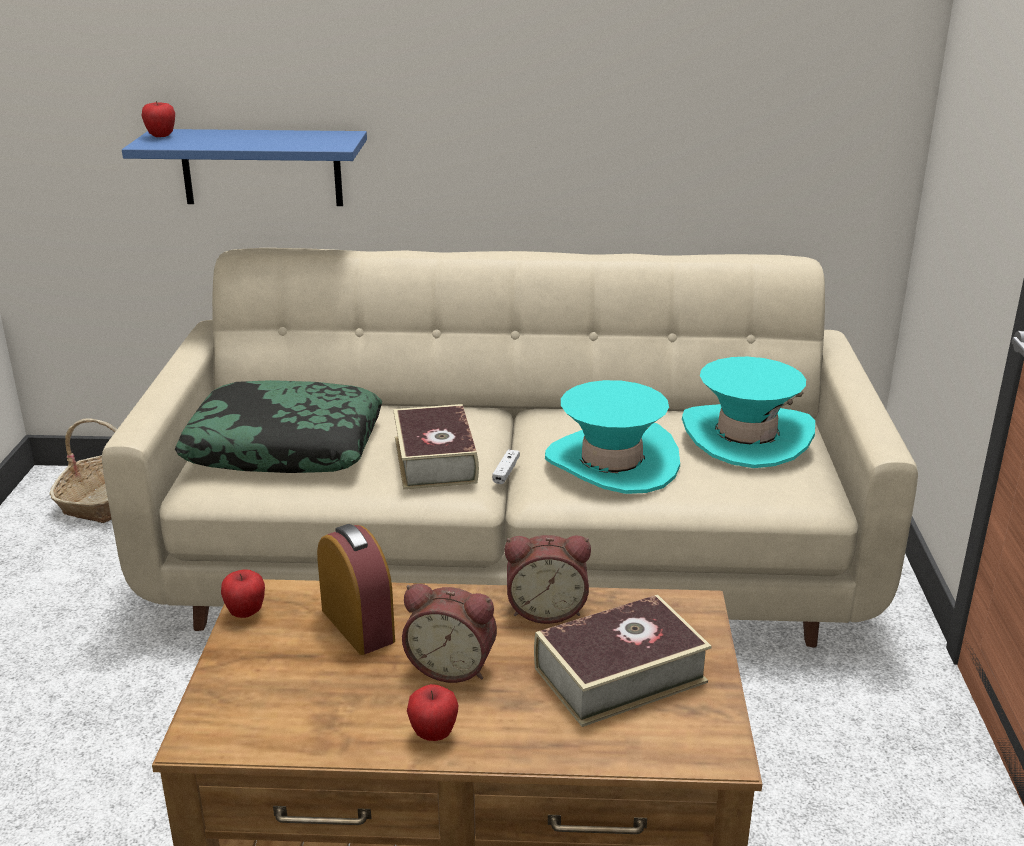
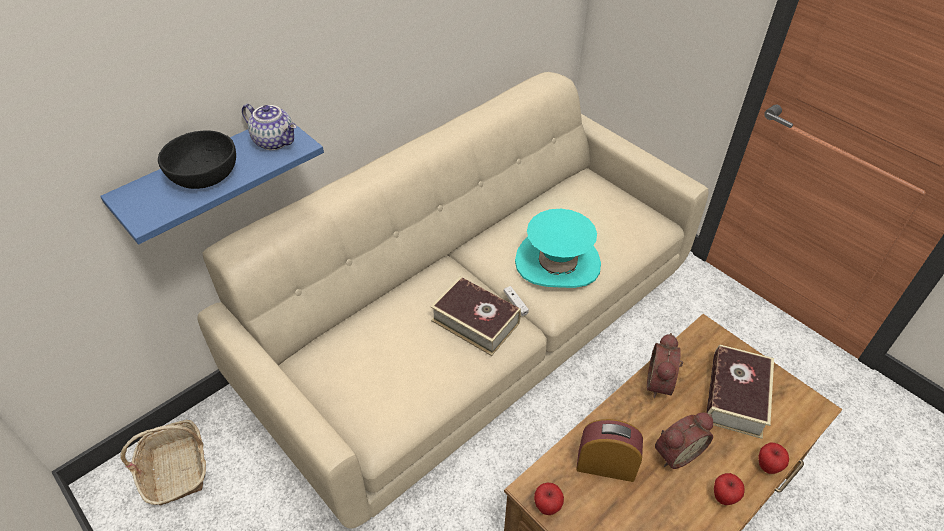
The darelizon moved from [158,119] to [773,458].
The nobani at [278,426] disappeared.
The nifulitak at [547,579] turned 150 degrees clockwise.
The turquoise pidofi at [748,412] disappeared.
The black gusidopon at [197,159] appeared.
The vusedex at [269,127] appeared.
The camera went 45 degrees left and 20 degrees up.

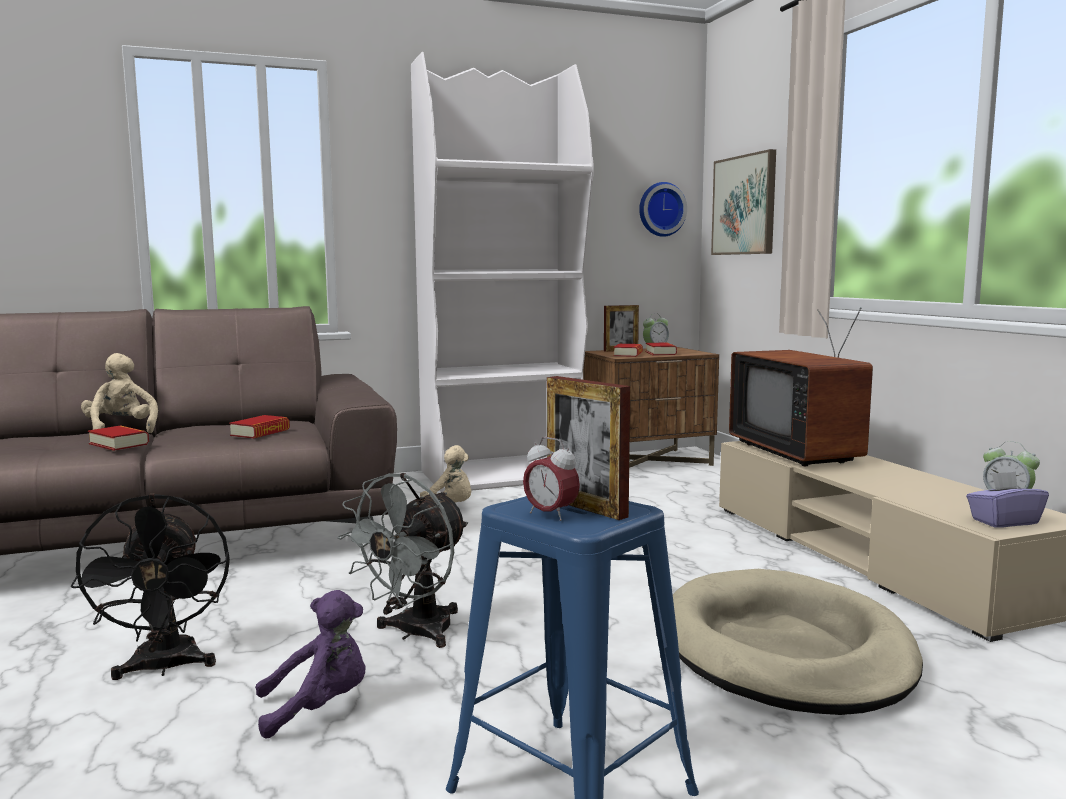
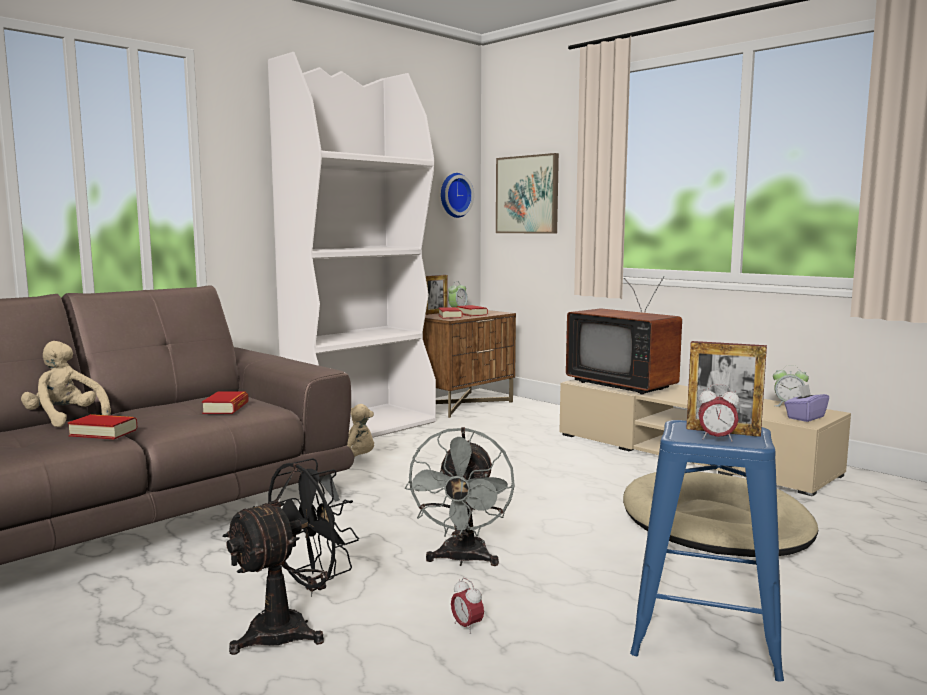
The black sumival at [150,586] turned 90 degrees counterclockwise.
The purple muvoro at [310,664] was replaced by the nifulitak at [467,606].
The camera went 25 degrees left and 0 degrees up.

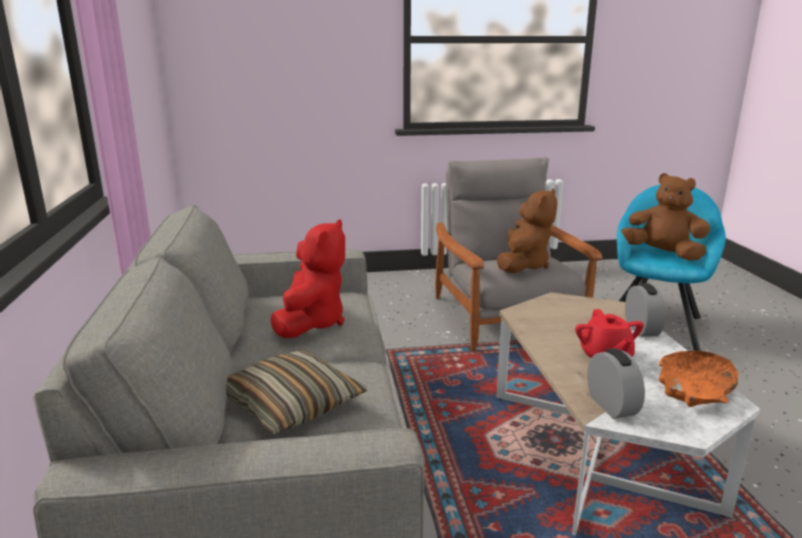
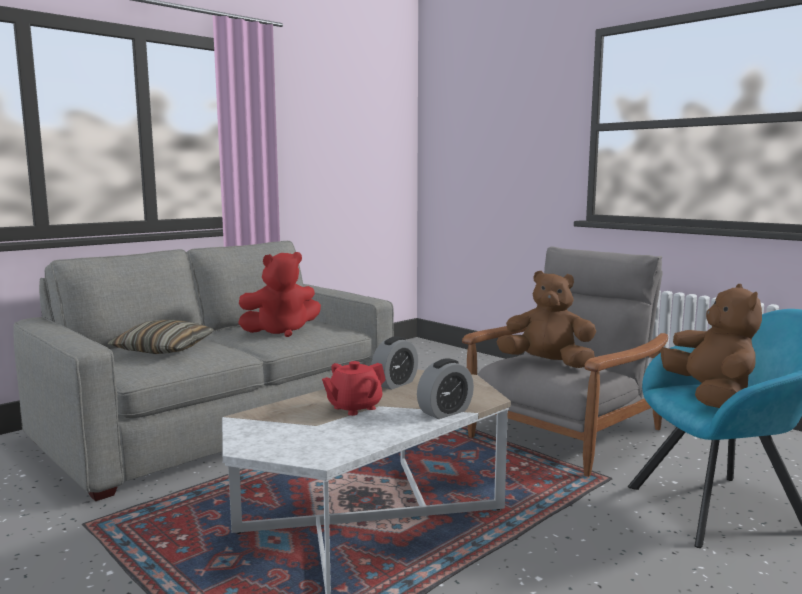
The brown muvoro at [527,230] turned 150 degrees counterclockwise.
The nifulitak moved from [616,383] to [394,363].
The orange gusidopon at [698,379] disappeared.
The camera went 55 degrees right and 10 degrees down.

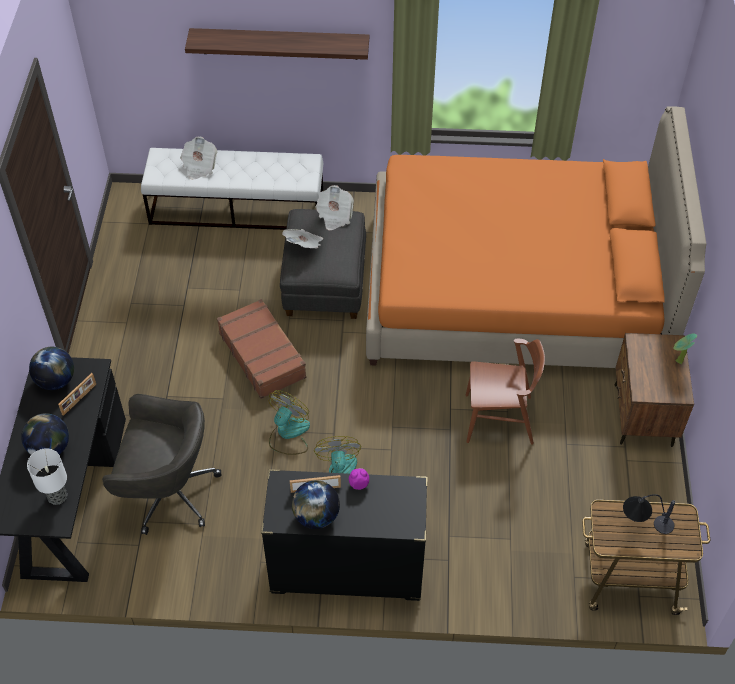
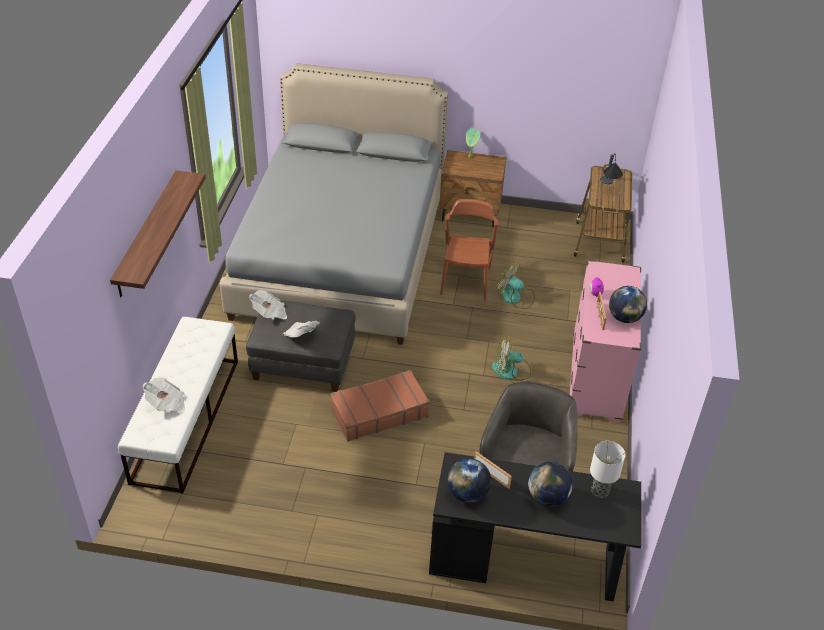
The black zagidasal at [344,535] became the pink zagidasal at [605,341].
The sumival moved from [289,422] to [515,286].
The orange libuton at [536,237] became the grey libuton at [334,204].
The camera went 85 degrees left and 10 degrees down.

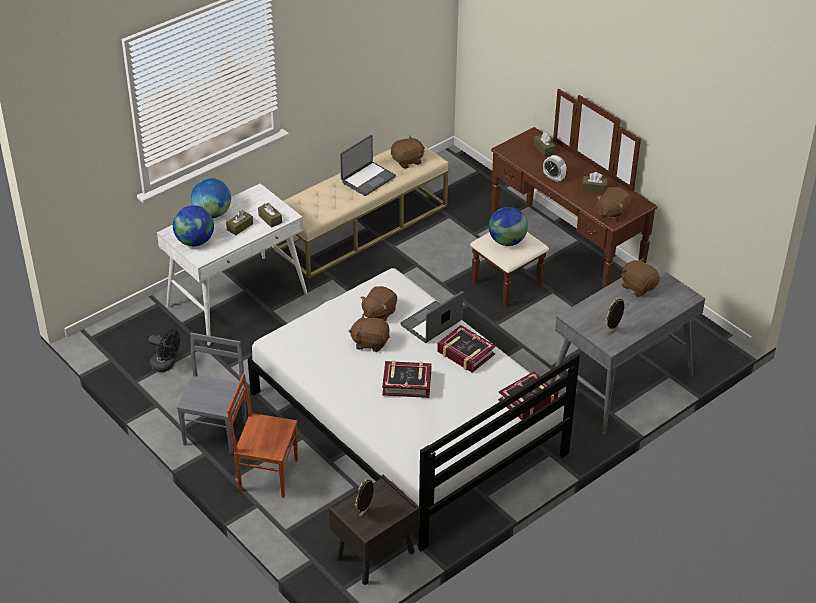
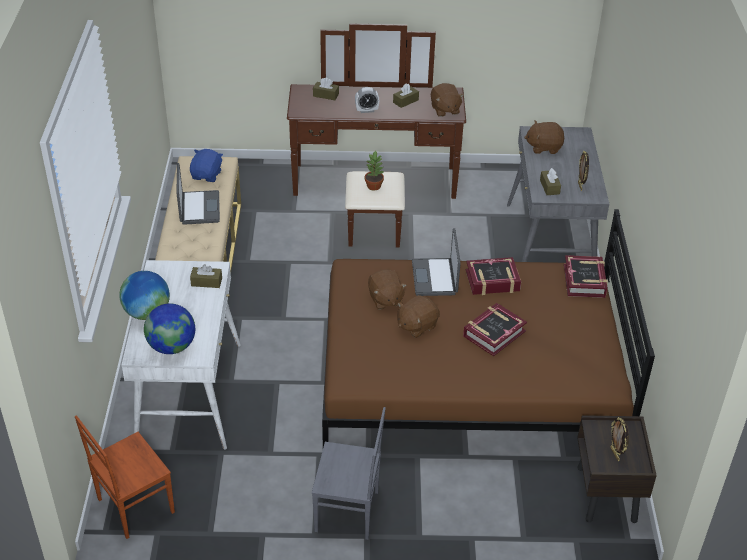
The black sumival at [164,350] disappeared.
The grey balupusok at [211,393] turned 135 degrees clockwise.
The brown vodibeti moved from [239,222] to [550,181].
The brown balupusok moved from [262,435] to [125,477].
The white libuton at [414,409] became the brown libuton at [488,328].
The brown muvoro at [408,152] became the blue muvoro at [206,165].
The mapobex at [508,226] was replaced by the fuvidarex at [374,170].
The camera went 50 degrees left and 0 degrees up.

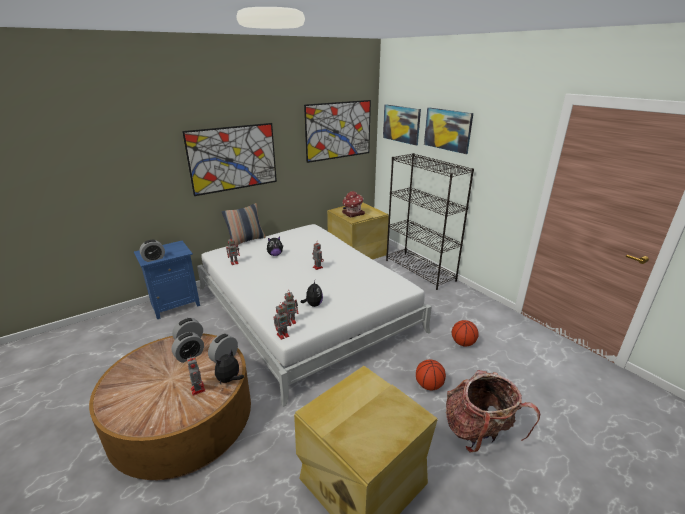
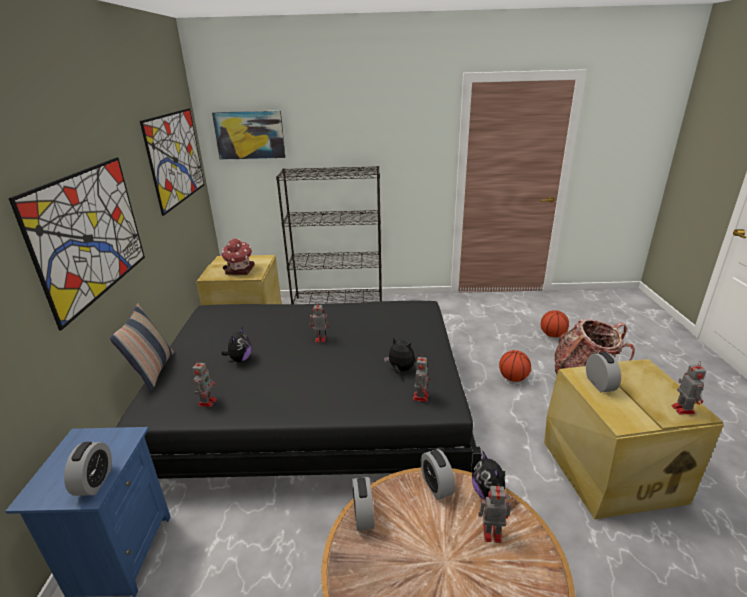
The nifulitak moved from [187,347] to [603,372].
The white libuton at [314,315] became the black libuton at [299,390].
The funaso moved from [282,321] to [689,387].
The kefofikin at [448,131] disappeared.
The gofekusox moved from [465,333] to [555,323].
The camera went 55 degrees left and 0 degrees up.

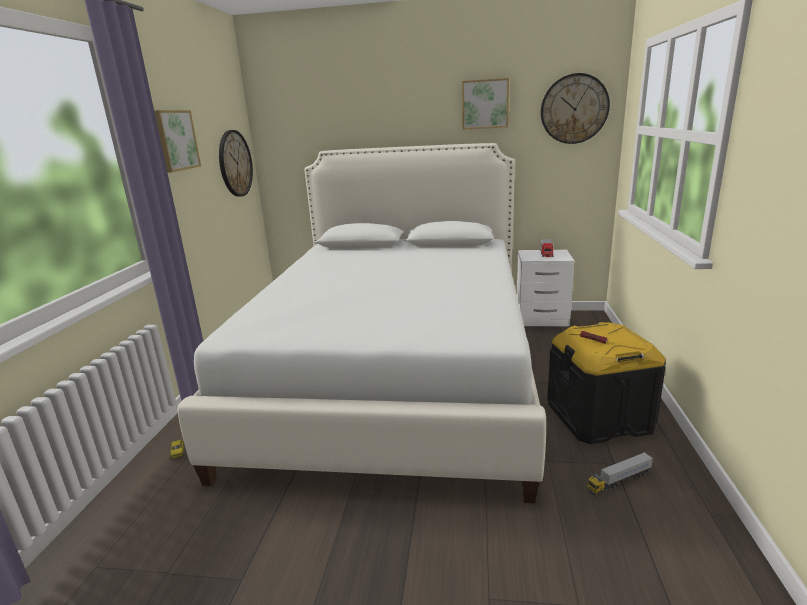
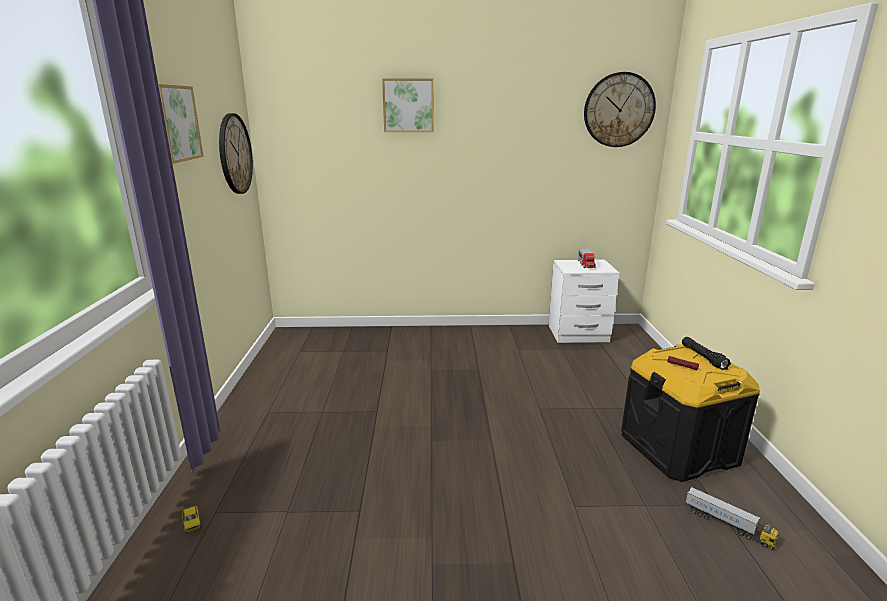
The white libuton at [362,323] disappeared.
The kefofikin moved from [485,104] to [408,105].
The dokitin at [620,473] turned 105 degrees counterclockwise.
The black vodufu at [706,353] appeared.
The camera went 10 degrees left and 0 degrees up.

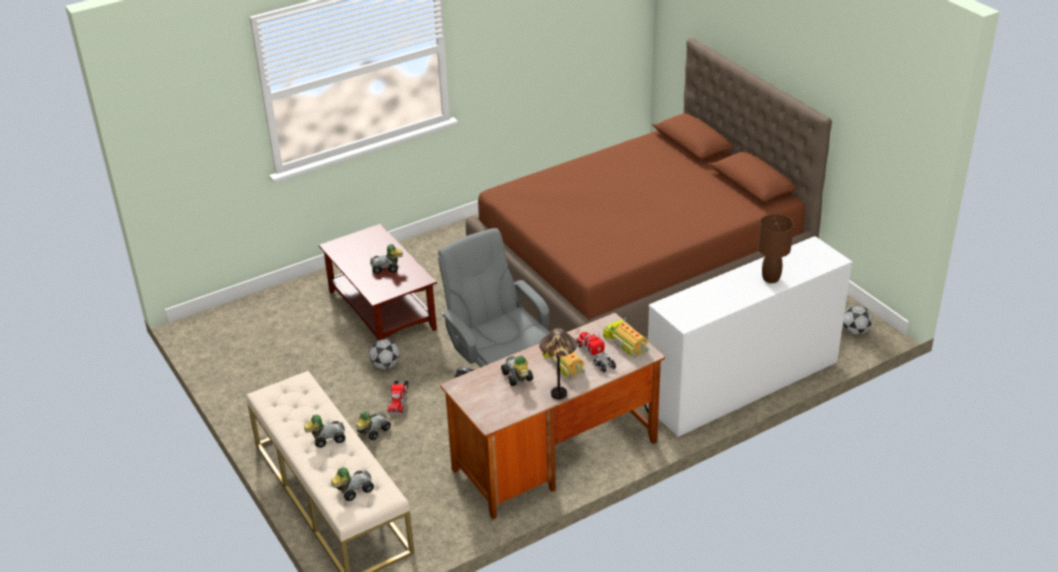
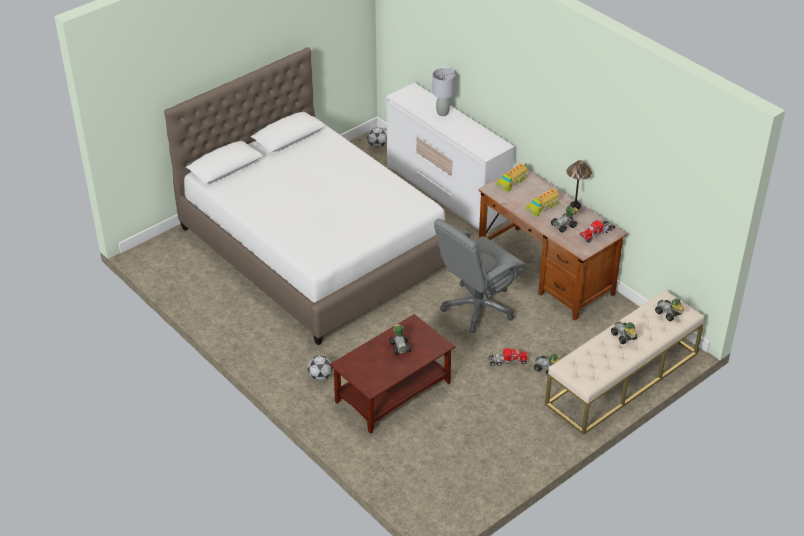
The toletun moved from [384,354] to [320,368].
The brown libuton at [649,187] became the white libuton at [305,196].
The dokitin moved from [596,352] to [597,231].
The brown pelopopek at [776,248] became the grey pelopopek at [443,92].
The camera went 100 degrees left and 5 degrees up.

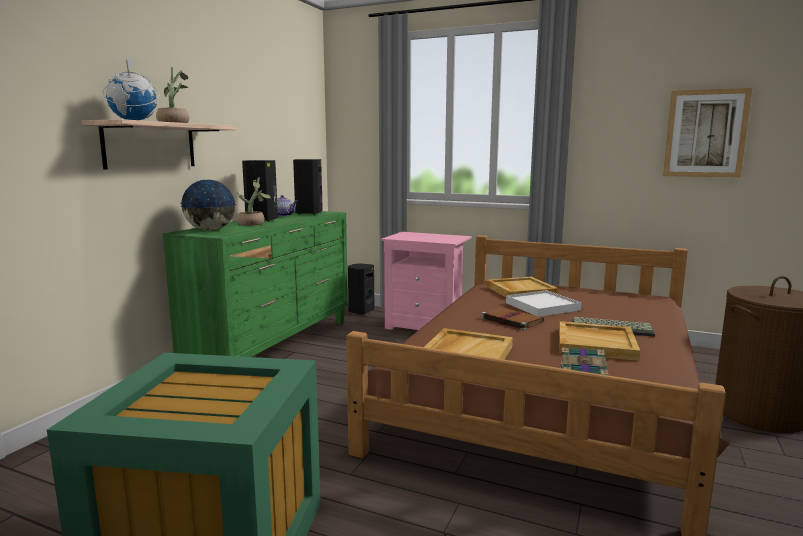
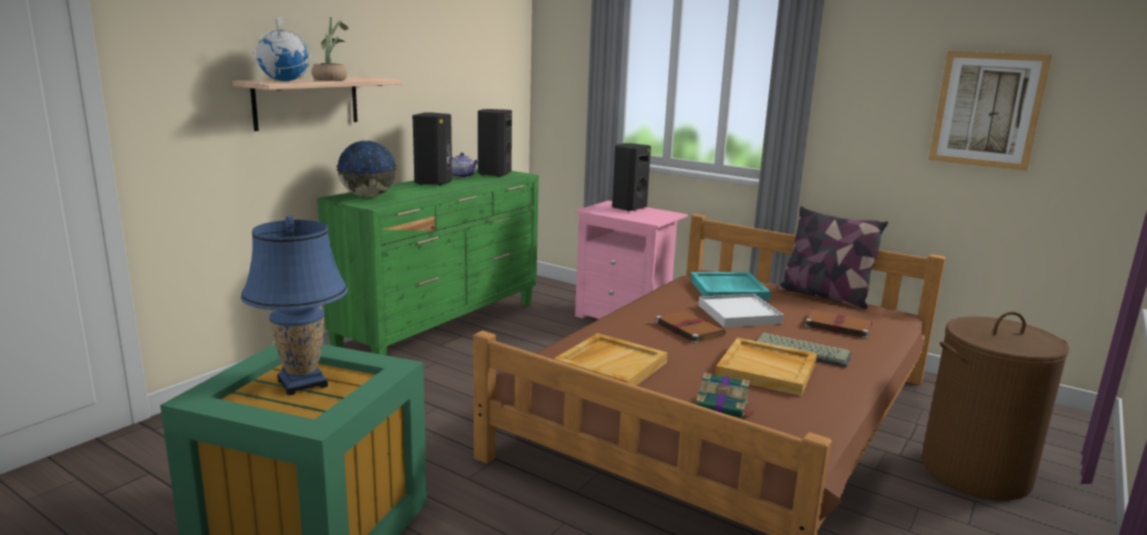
The fuvidarex at [254,201] disappeared.
The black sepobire moved from [361,289] to [631,177].
The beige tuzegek at [522,287] became the turquoise tuzegek at [730,286].
The blue pelopopek at [294,305] appeared.
The nobani at [833,257] appeared.
The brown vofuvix at [836,324] appeared.
The camera went 10 degrees right and 5 degrees up.

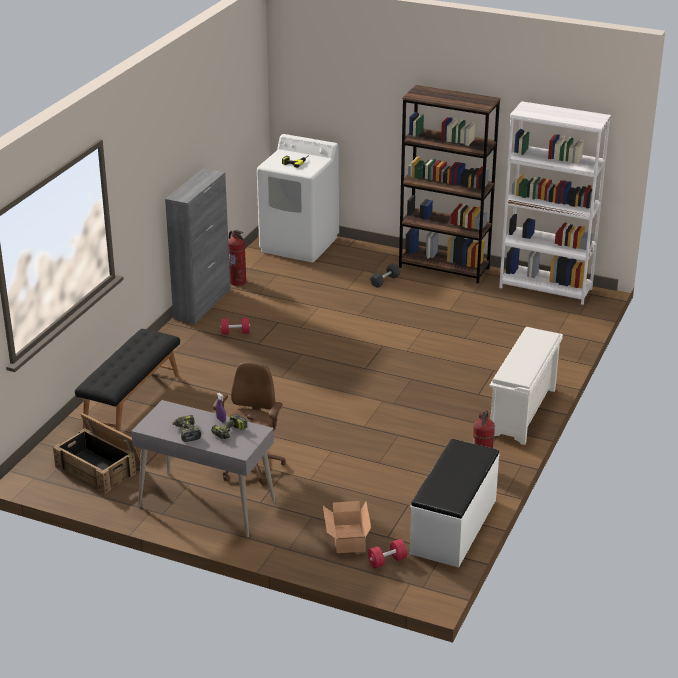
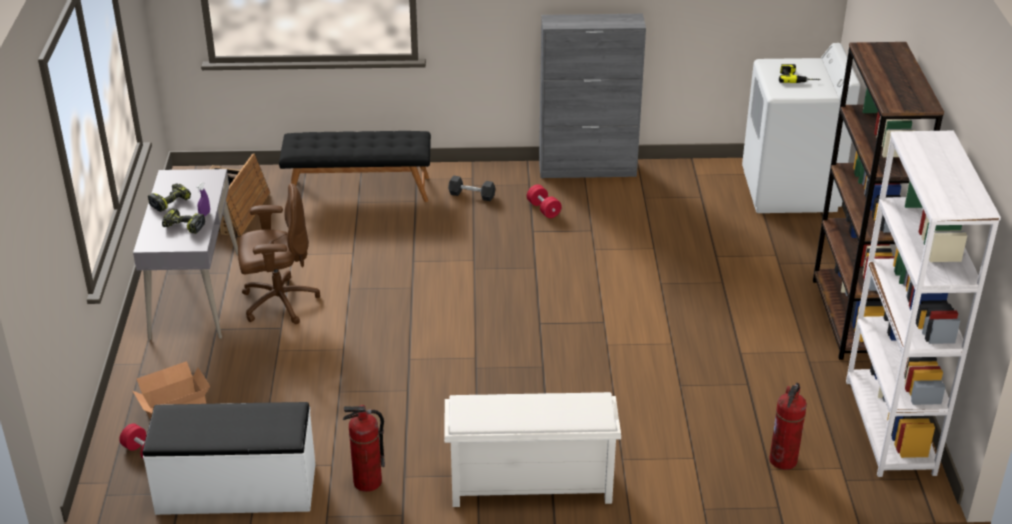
The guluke moved from [237,258] to [788,426].
The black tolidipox moved from [385,275] to [472,188].
The camera went 65 degrees right and 5 degrees up.

